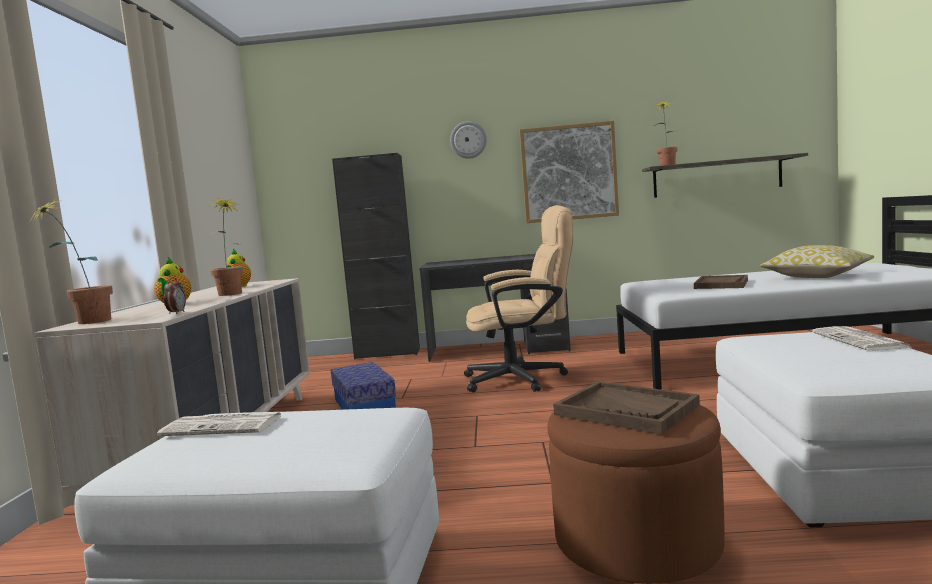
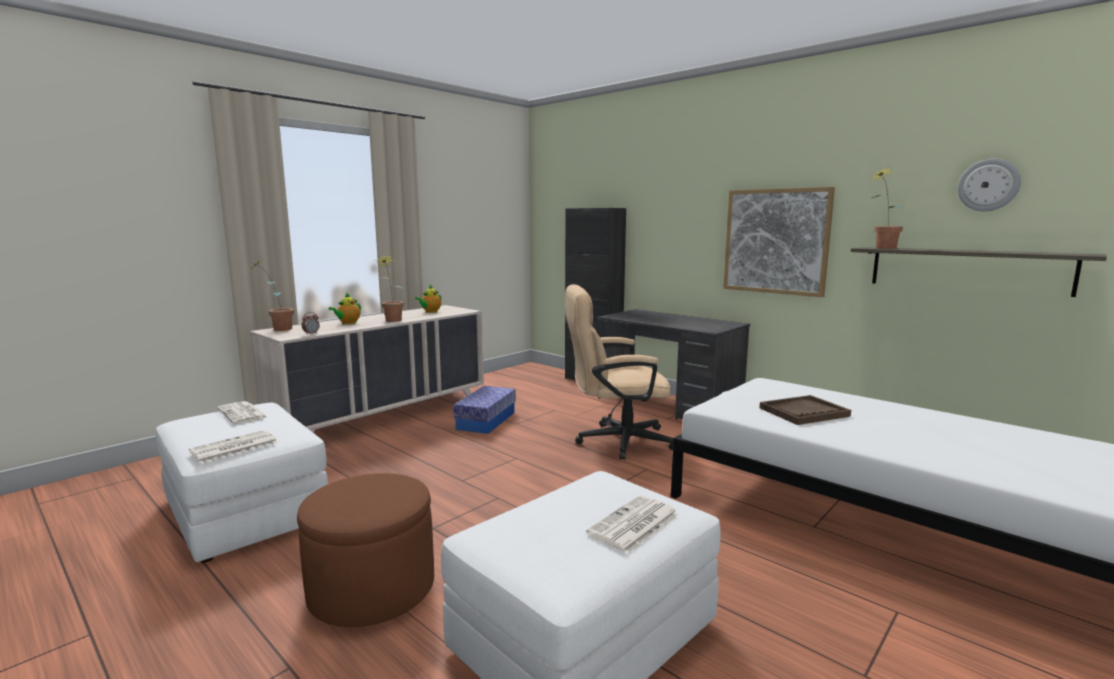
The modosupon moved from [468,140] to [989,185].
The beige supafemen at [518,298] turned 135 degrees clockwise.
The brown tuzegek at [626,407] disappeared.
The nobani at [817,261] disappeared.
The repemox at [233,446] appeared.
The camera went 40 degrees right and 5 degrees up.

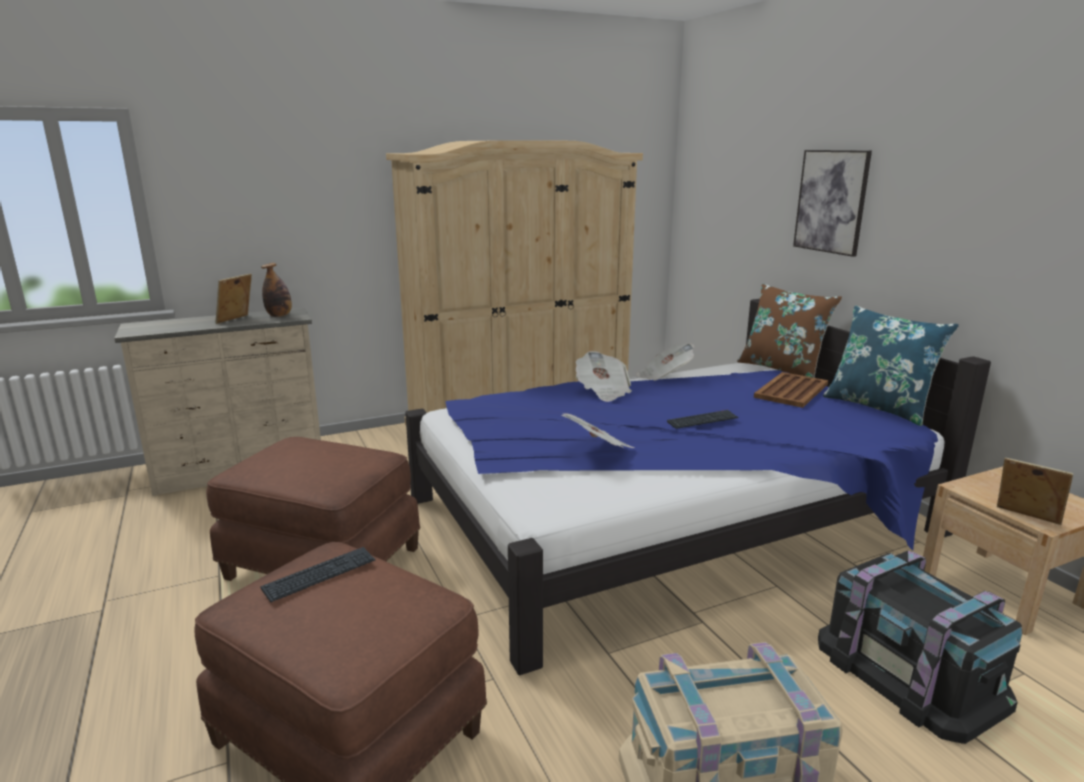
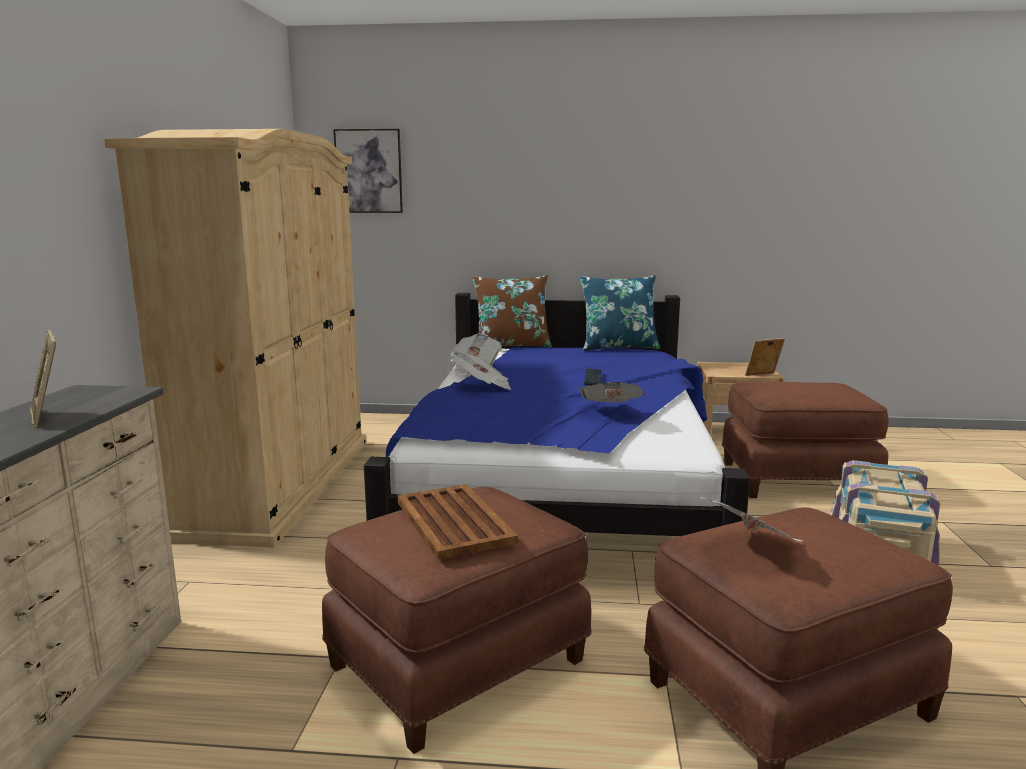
The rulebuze at [318,574] was replaced by the repemox at [750,520].
The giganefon at [276,290] disappeared.
The brown tuzegek moved from [791,390] to [457,521].
The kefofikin moved from [832,203] to [368,171].
The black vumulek at [920,647] was replaced by the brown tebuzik at [805,440].
The camera went 60 degrees left and 5 degrees down.

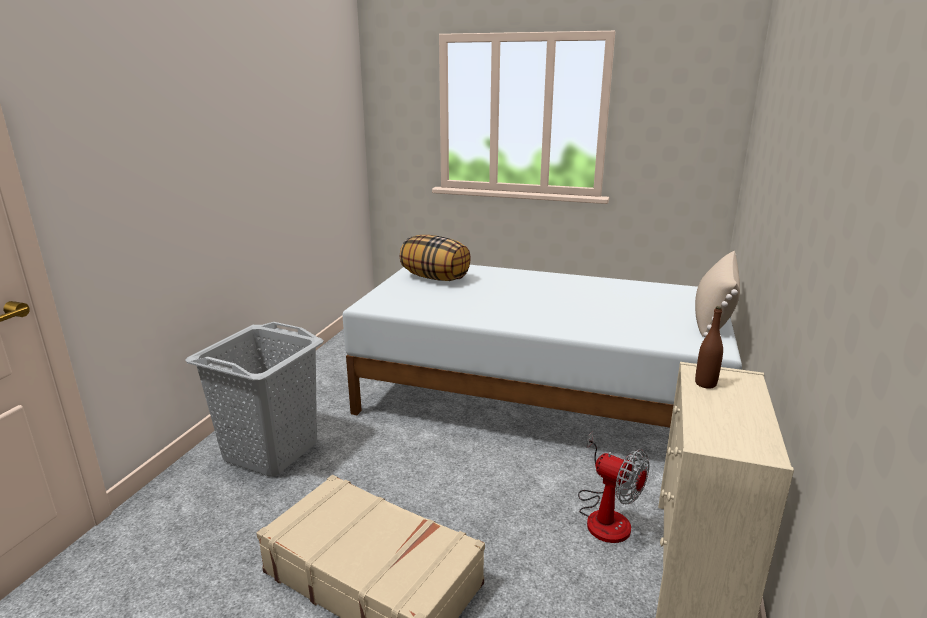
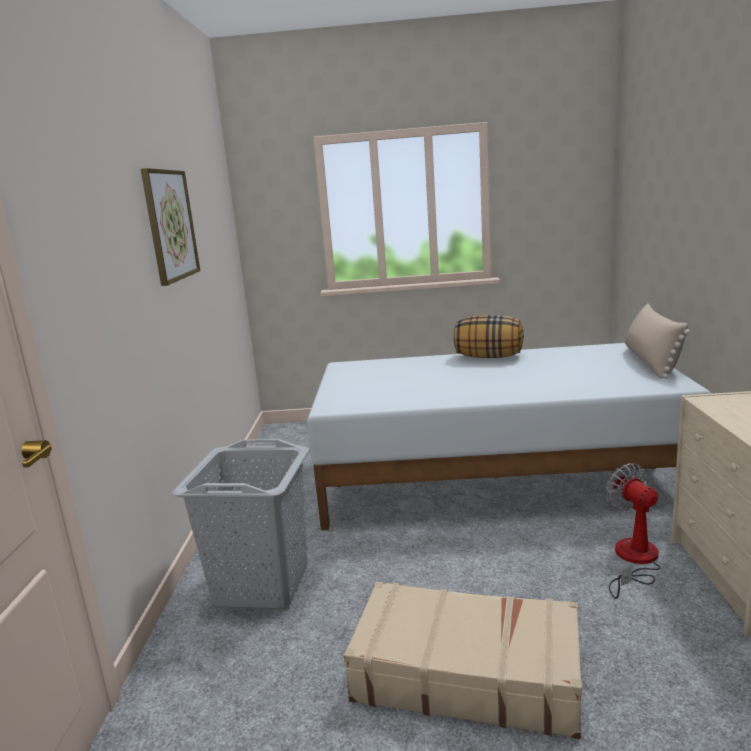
The nobani moved from [435,258] to [488,336].
The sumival at [613,487] turned 135 degrees counterclockwise.
The brown giganefon at [709,347] disappeared.
The kefofikin at [170,227] appeared.
The camera went 15 degrees left and 5 degrees down.

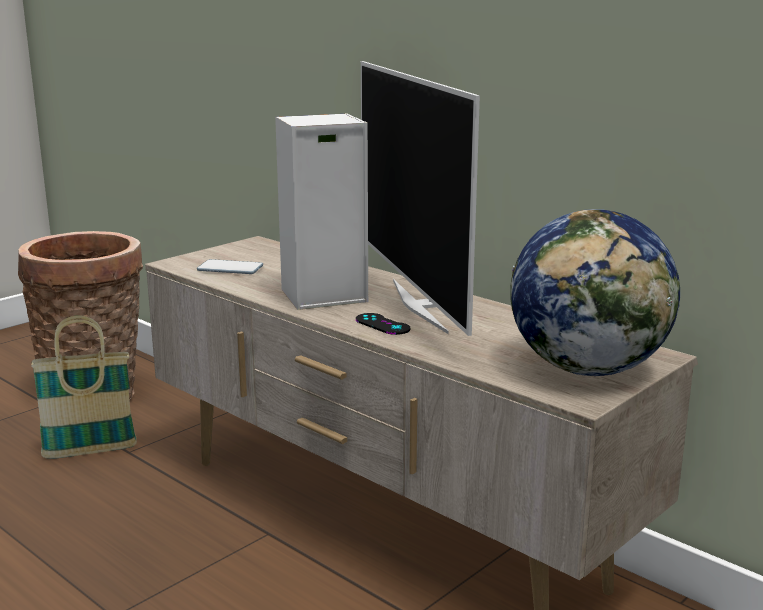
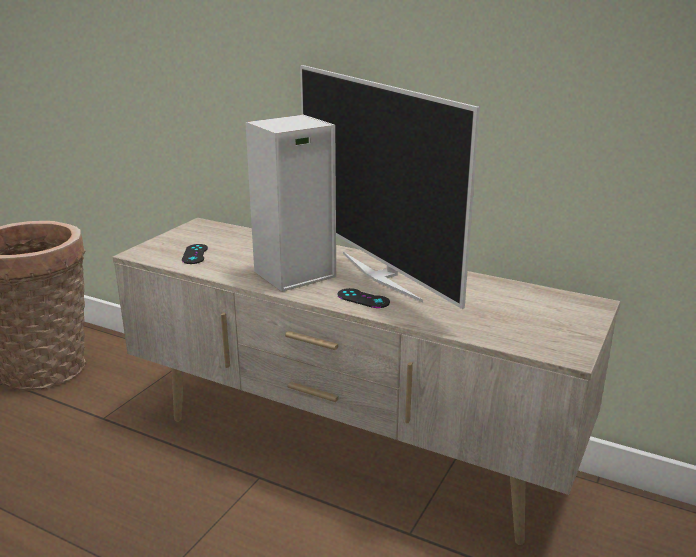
The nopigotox at [84,387] disappeared.
The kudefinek at [230,266] was replaced by the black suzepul at [195,254].
The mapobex at [595,292] disappeared.
The camera went 15 degrees left and 5 degrees up.

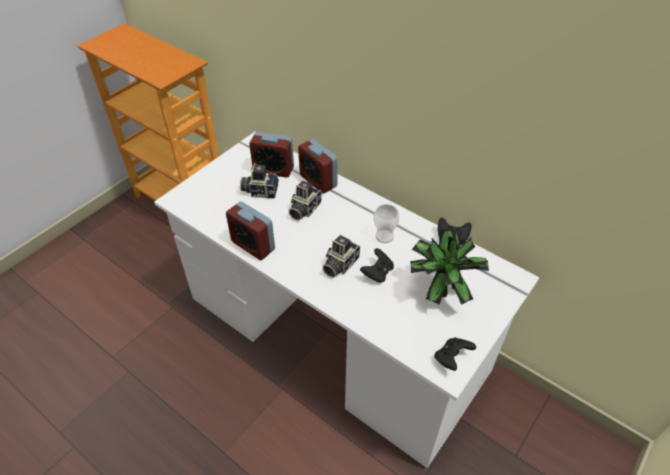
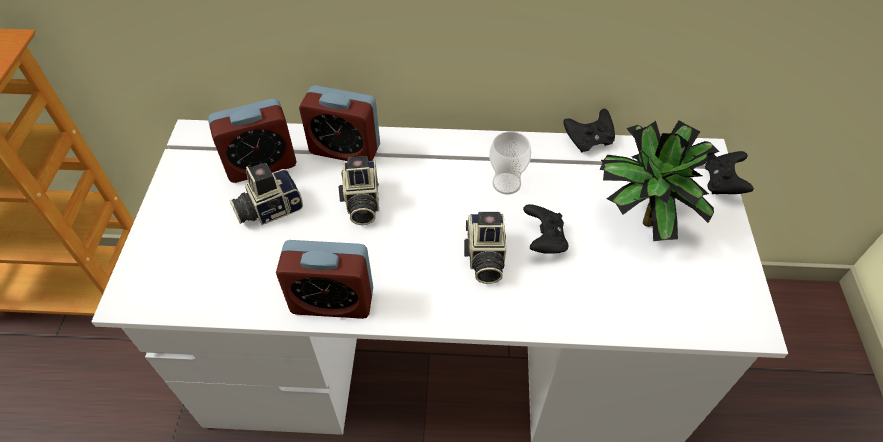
The black suzepul moved from [455,354] to [729,172].
The camera went 35 degrees left and 5 degrees up.

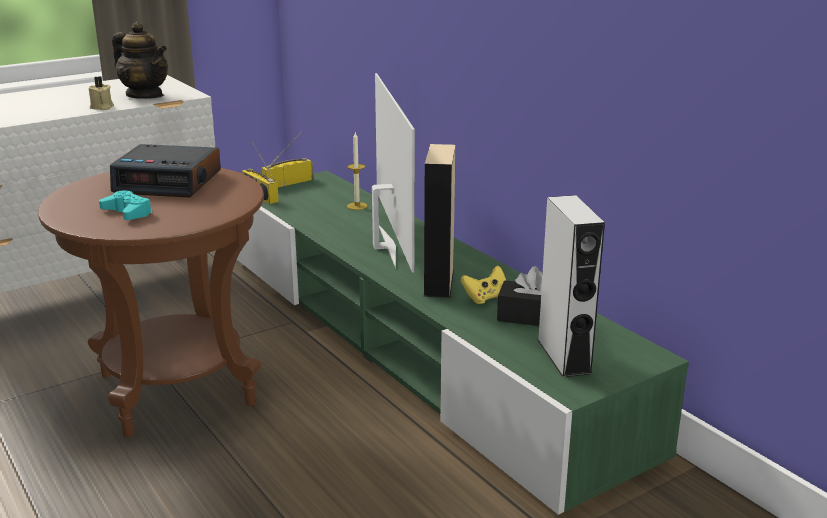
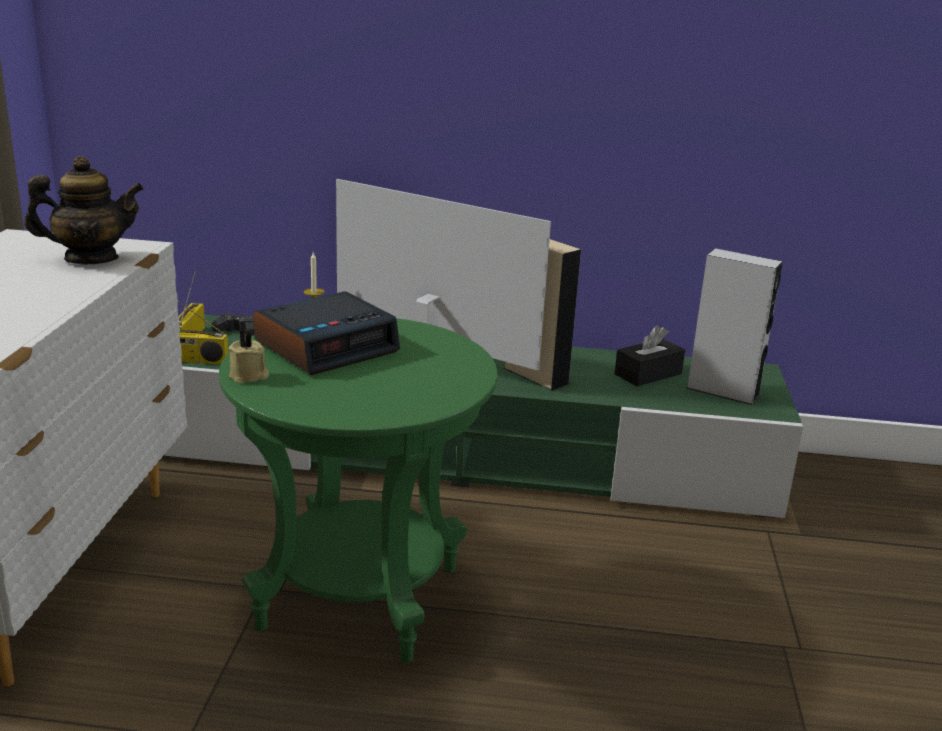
The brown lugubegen at [151,302] became the green lugubegen at [358,490].
The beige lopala moved from [101,93] to [249,356].
The turquoise suzepul at [125,205] disappeared.
The yellow suzepul at [483,284] disappeared.
The black suzepul at [232,324] appeared.
The camera went 50 degrees left and 0 degrees up.

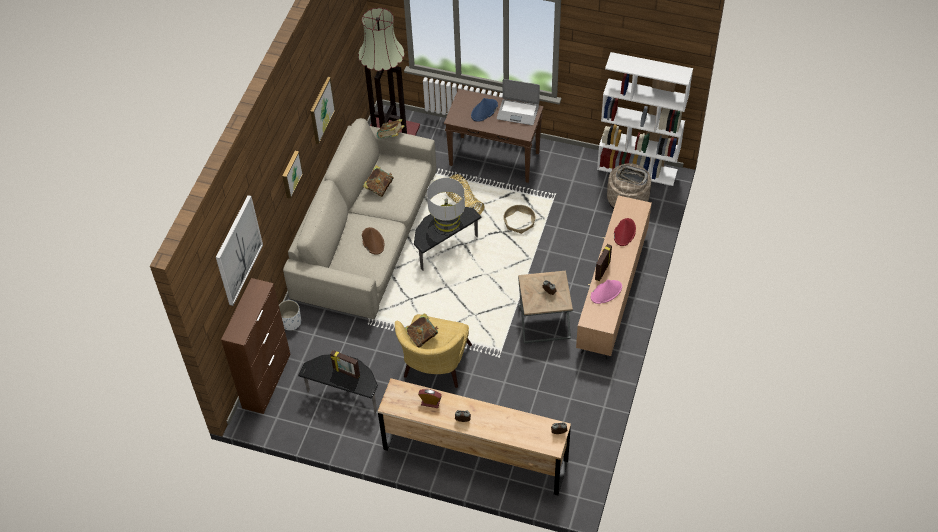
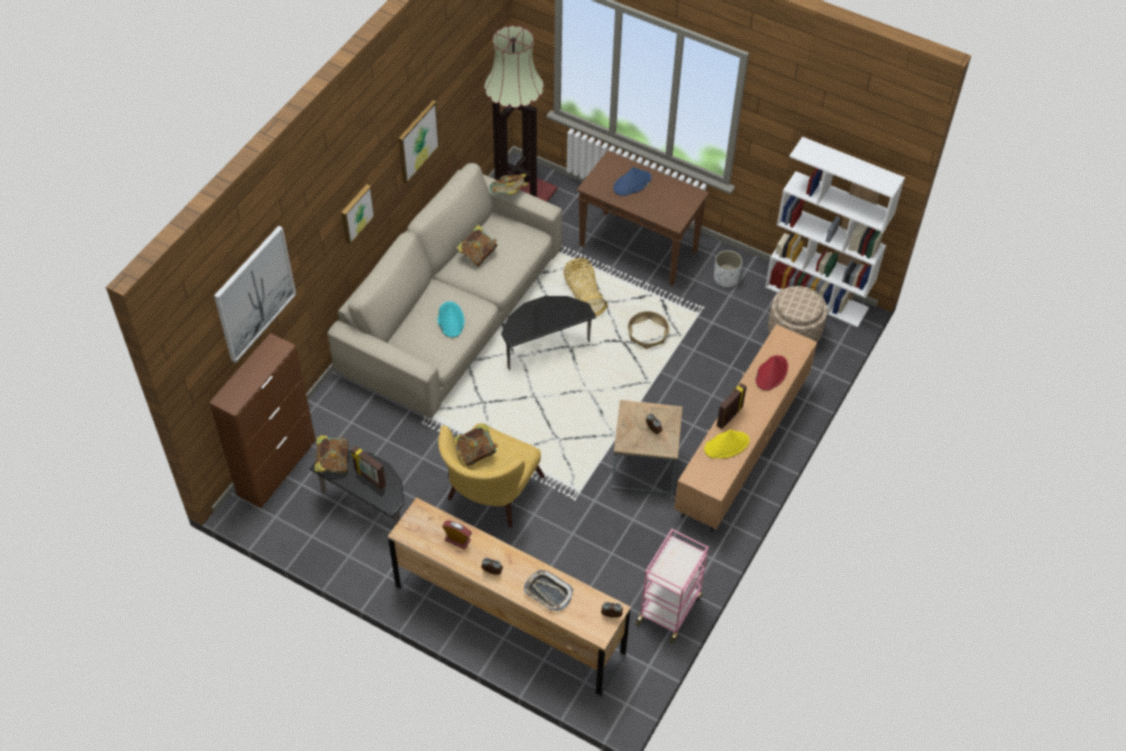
The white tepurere moved from [290,315] to [728,269].
The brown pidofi at [373,241] became the turquoise pidofi at [451,319].
The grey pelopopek at [446,205] disappeared.
The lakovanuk at [518,102] disappeared.
The pink pidofi at [606,292] became the yellow pidofi at [727,444].
The tuzegek moved from [632,175] to [548,590].
The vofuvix at [331,454] appeared.
The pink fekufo at [672,586] appeared.
The camera went 10 degrees right and 0 degrees up.

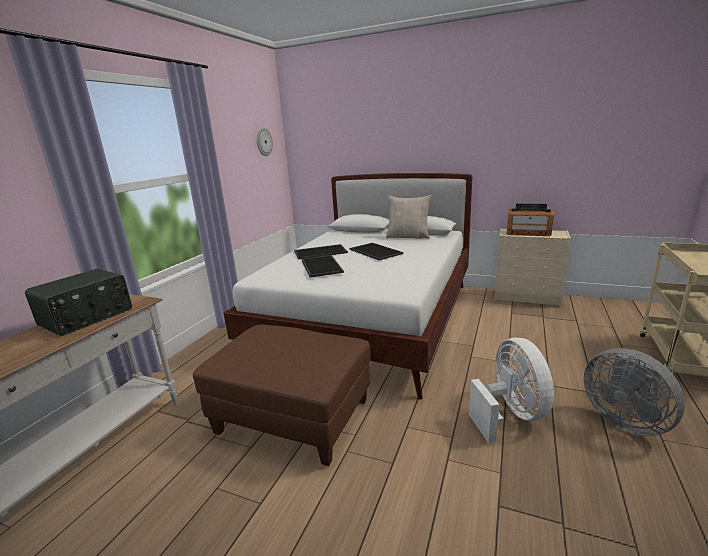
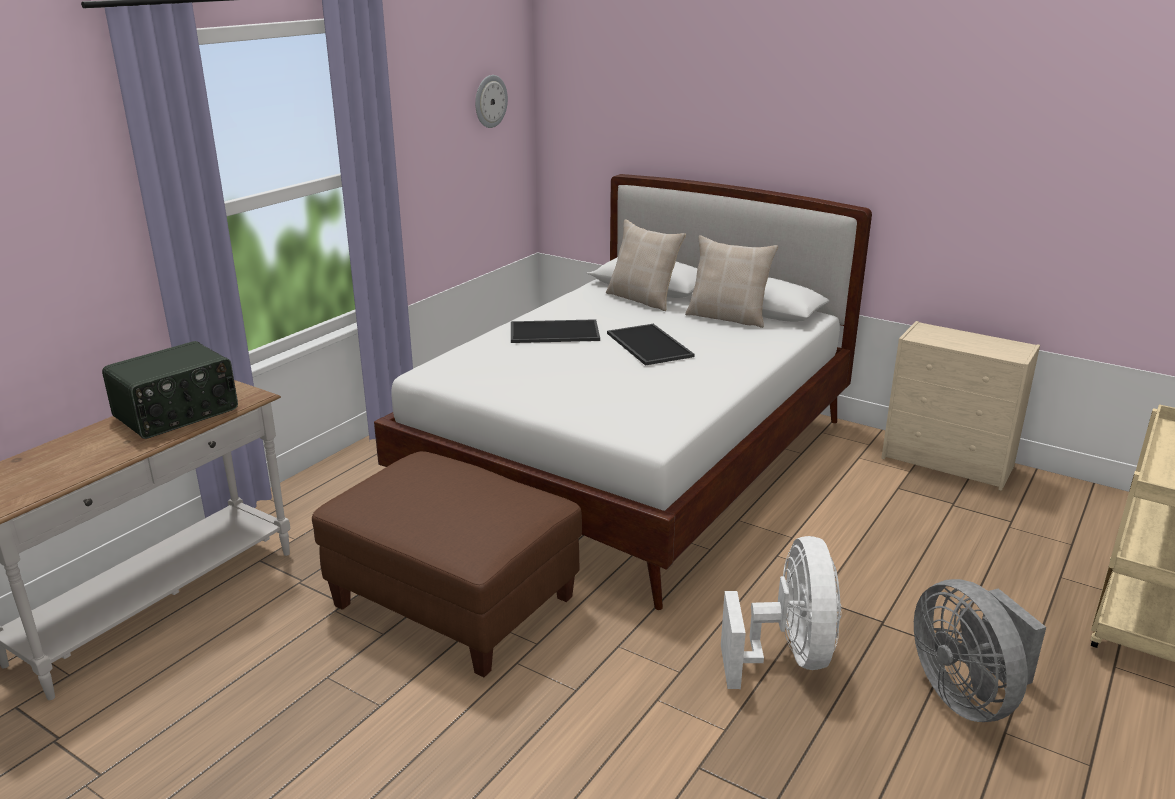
The tuzegek at [322,266] disappeared.
The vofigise at [530,220] disappeared.
The beige nobani at [646,265] appeared.
The camera went 10 degrees right and 5 degrees up.

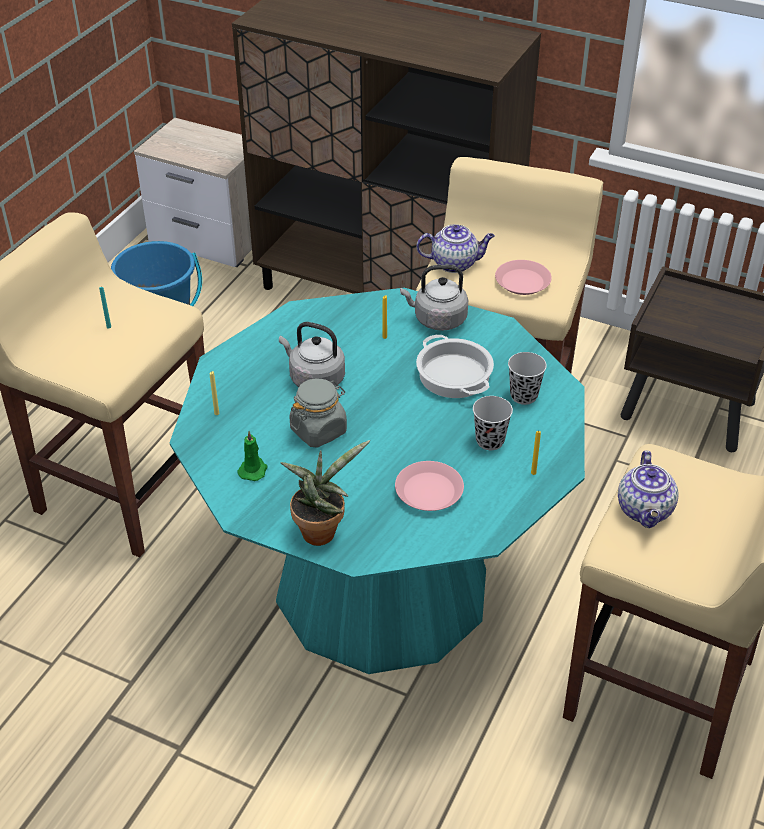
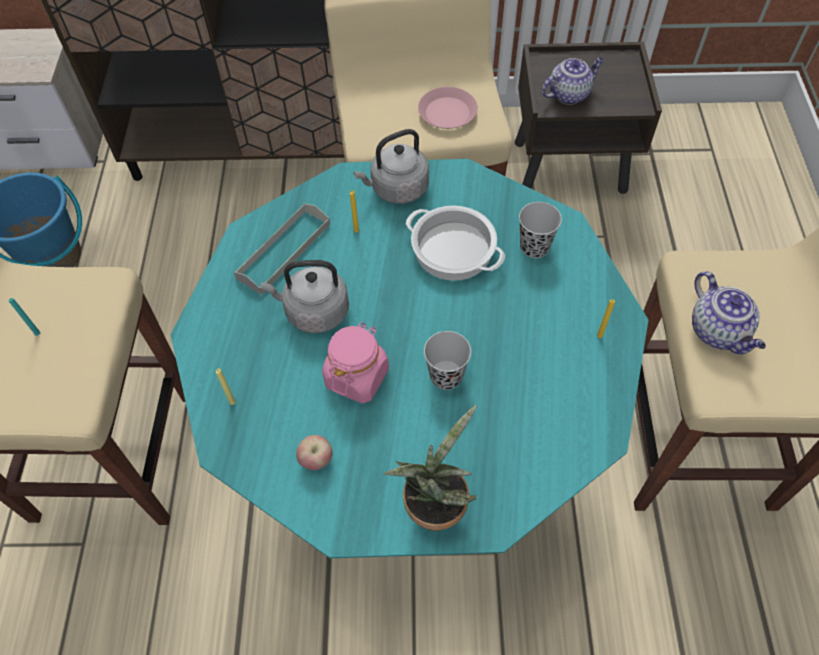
The green lopala at [252,456] was replaced by the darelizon at [314,452].
The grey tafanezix at [318,413] became the pink tafanezix at [355,362].
The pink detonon at [429,486] disappeared.
The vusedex moved from [455,248] to [572,81].
The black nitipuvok moved from [493,423] to [447,360].
The grey tuzegek at [282,249] appeared.
The camera went 25 degrees left and 15 degrees up.

